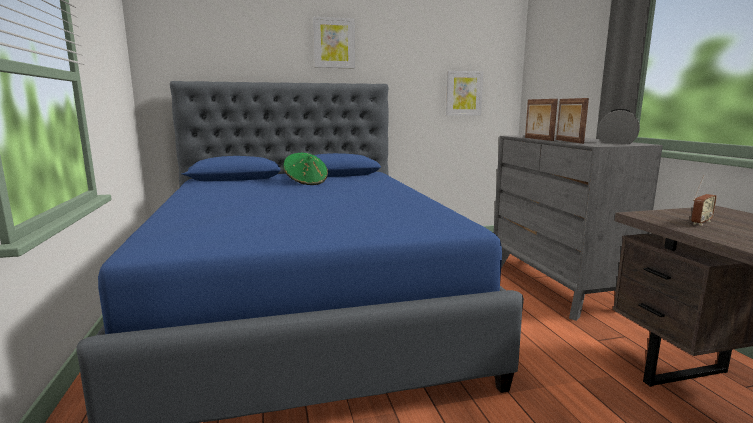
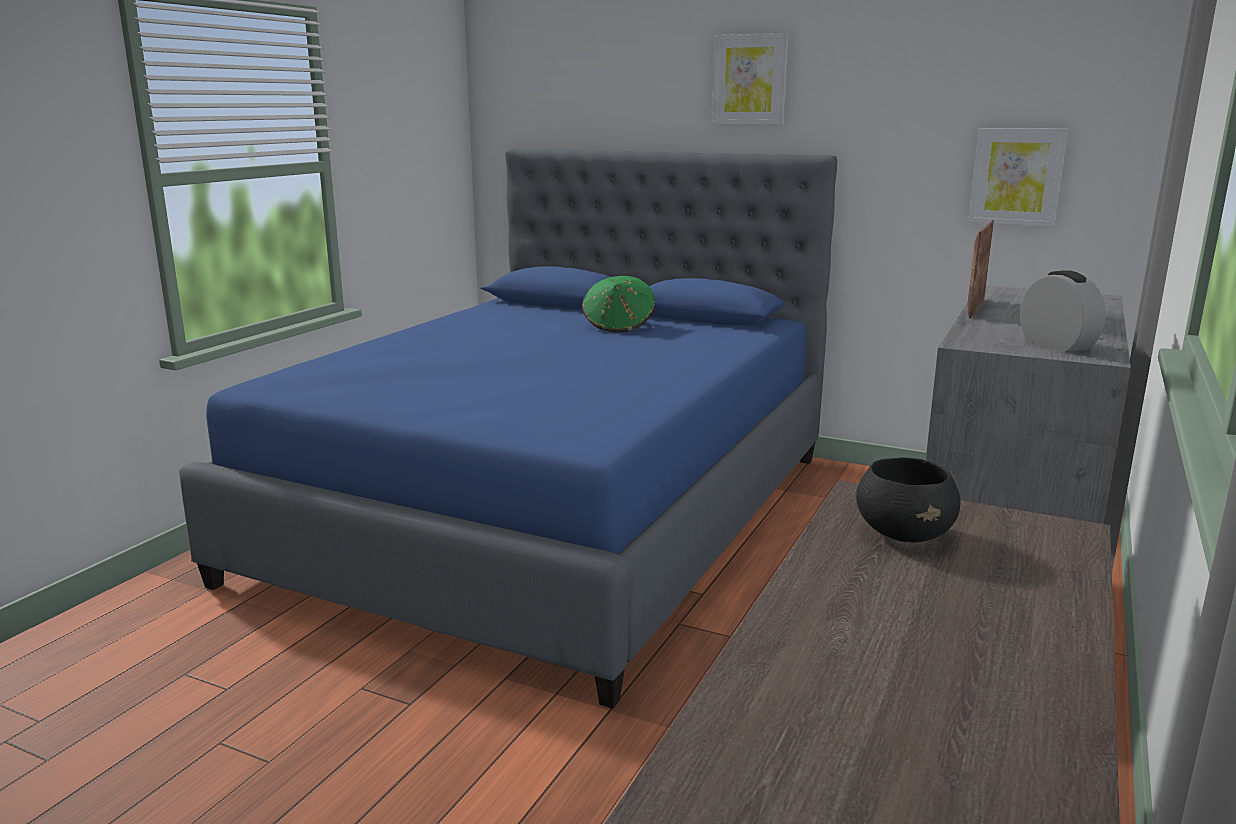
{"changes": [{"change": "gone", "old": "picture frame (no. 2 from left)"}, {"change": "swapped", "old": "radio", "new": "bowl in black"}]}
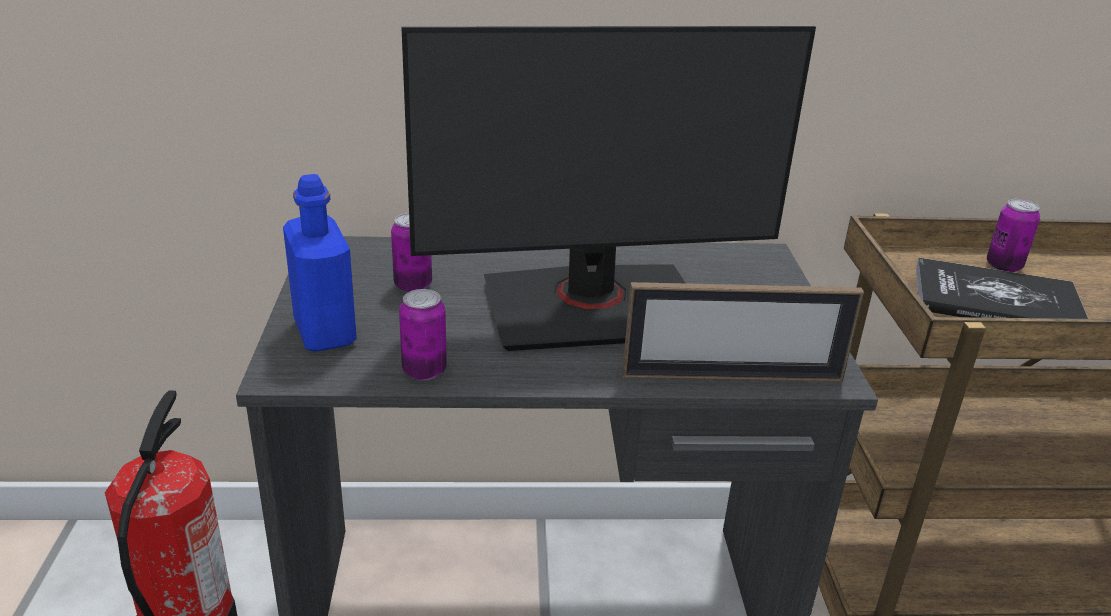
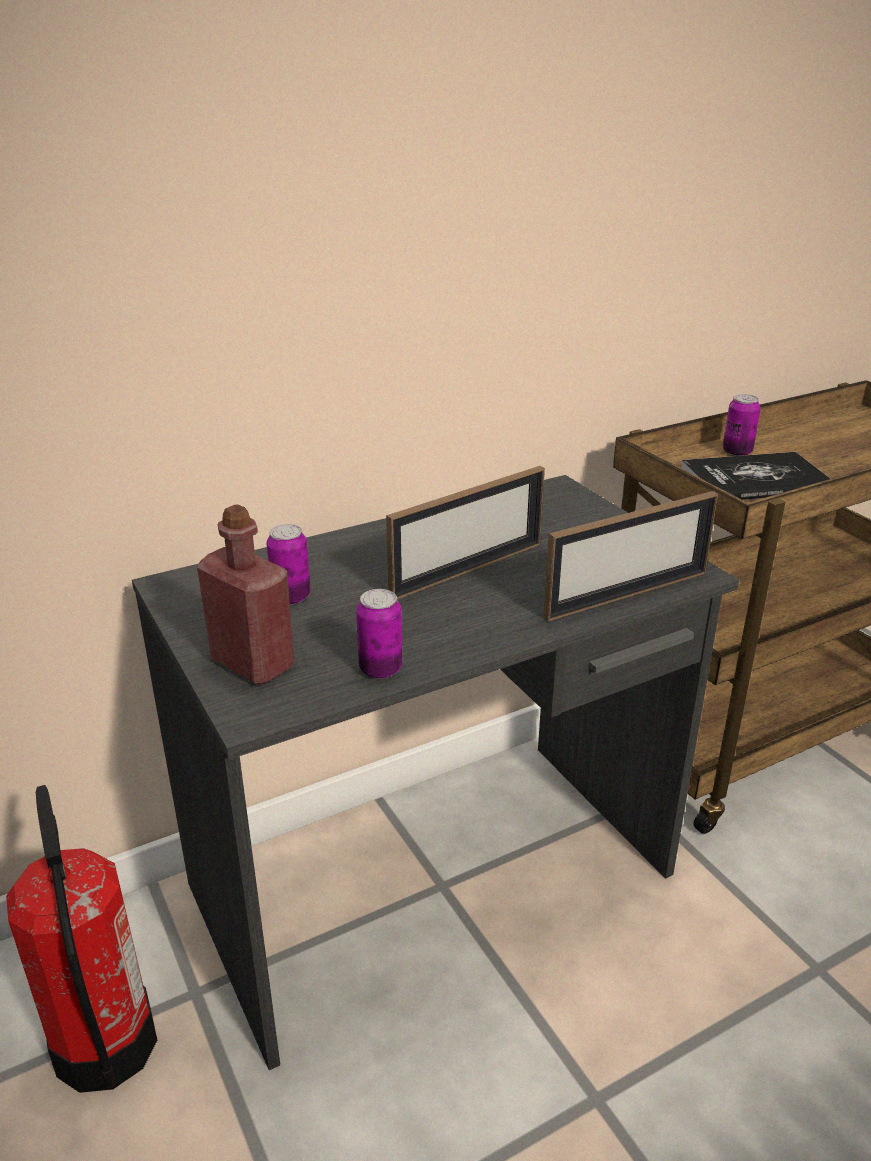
{"changes": [{"change": "swapped", "old": "monitor", "new": "picture frame (no. 1 from left)"}, {"change": "repainted", "old": "drink bottle in blue", "new": "drink bottle in red-coloured"}]}
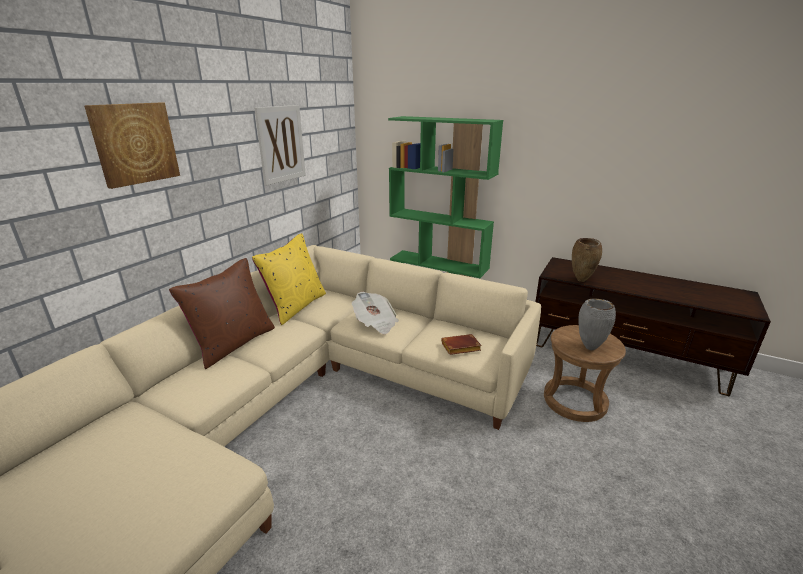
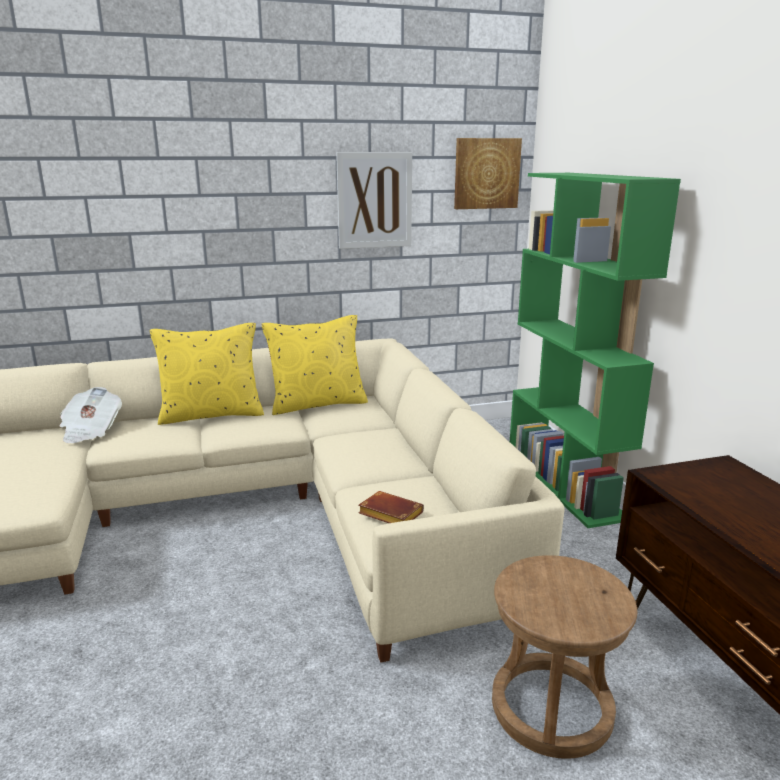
{"changes": [{"change": "shifted", "old": "wall art (no. 1 from left in the first image)", "new": "wall art (no. 2 from left)"}, {"change": "gone", "old": "flower vase in brown-coloured"}, {"change": "repainted", "old": "throw pillow in brown-coloured", "new": "throw pillow in yellow-coloured (no. 1 from left)"}, {"change": "shifted", "old": "daily paper"}, {"change": "gone", "old": "flower vase in greyish"}]}
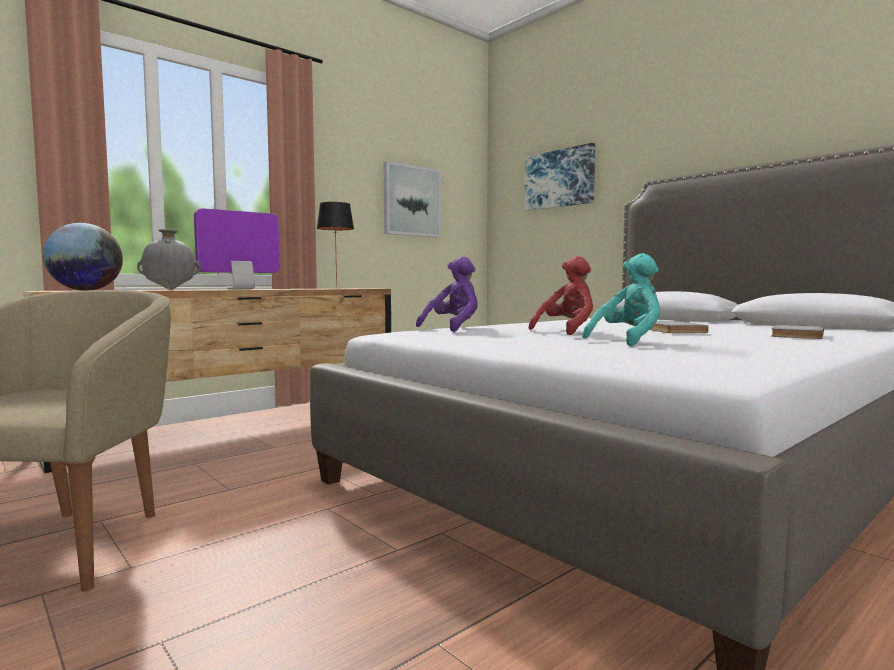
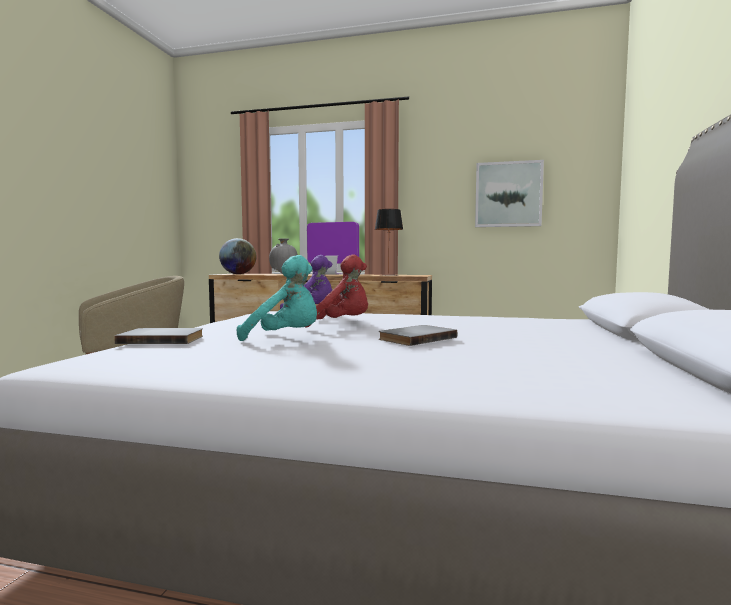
{"changes": [{"change": "gone", "old": "wall art (no. 2 from left)"}, {"change": "shifted", "old": "bound book in greyish (no. 2 from left in the first image)", "new": "bound book in greyish (no. 1 from left)"}]}
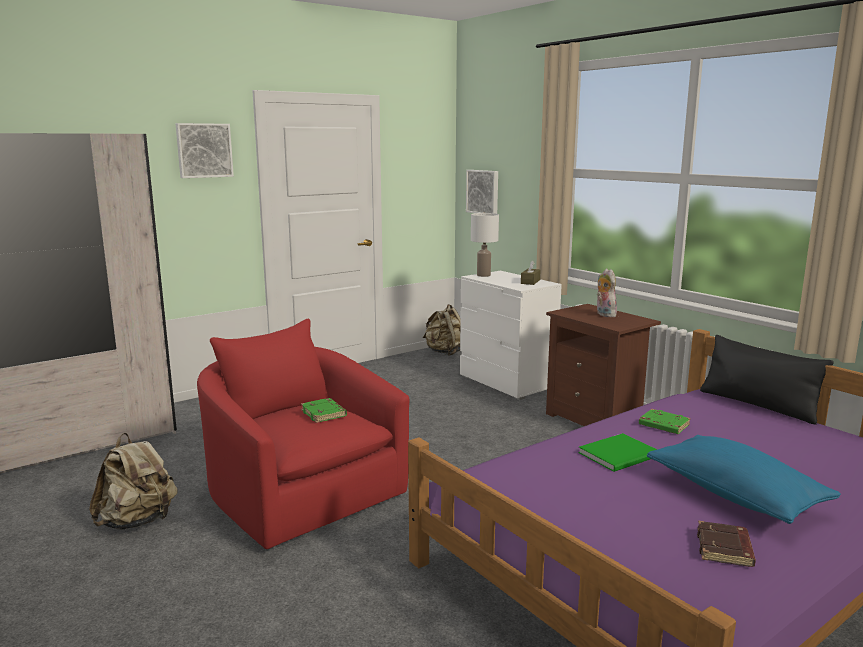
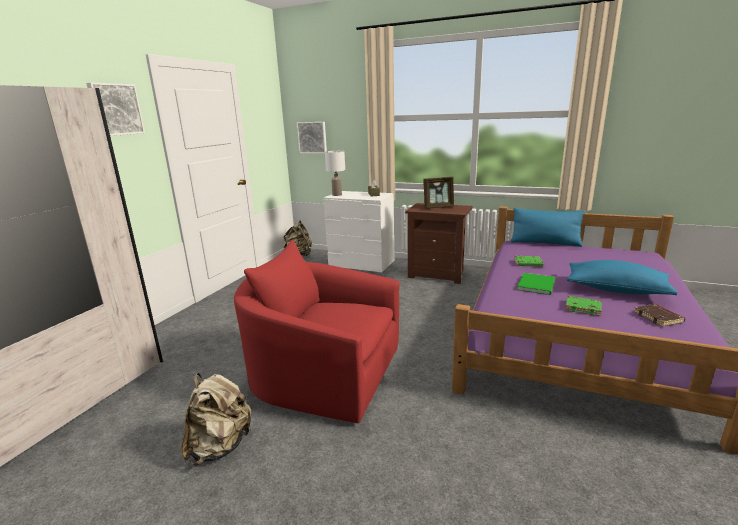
{"changes": [{"change": "swapped", "old": "plush toy", "new": "picture frame"}, {"change": "repainted", "old": "throw pillow in black", "new": "throw pillow in blue (no. 1 from left)"}, {"change": "shifted", "old": "bound book in green (no. 1 from left in the first image)", "new": "bound book in green (no. 3 from left)"}]}
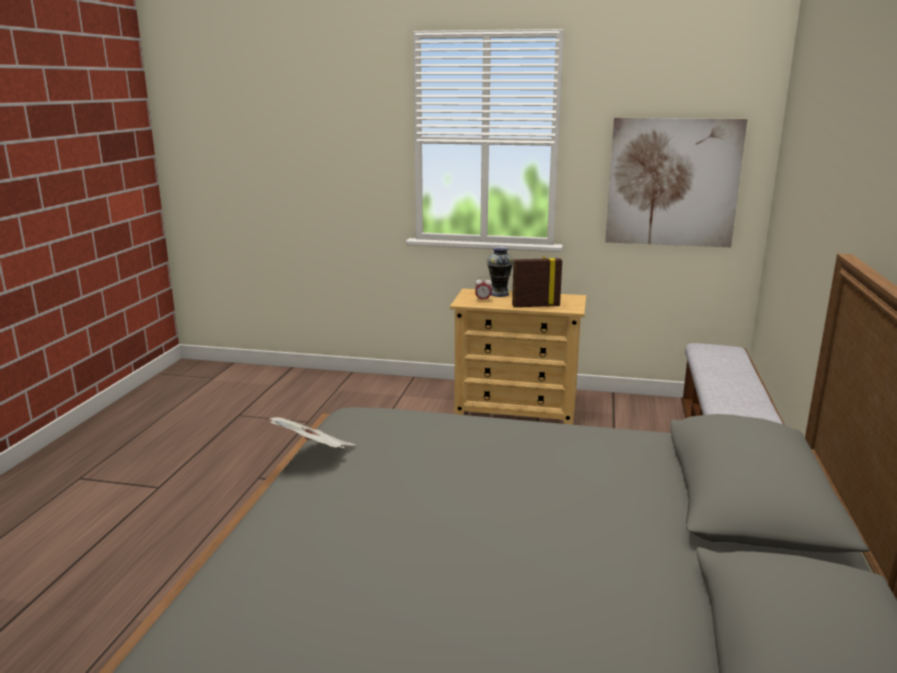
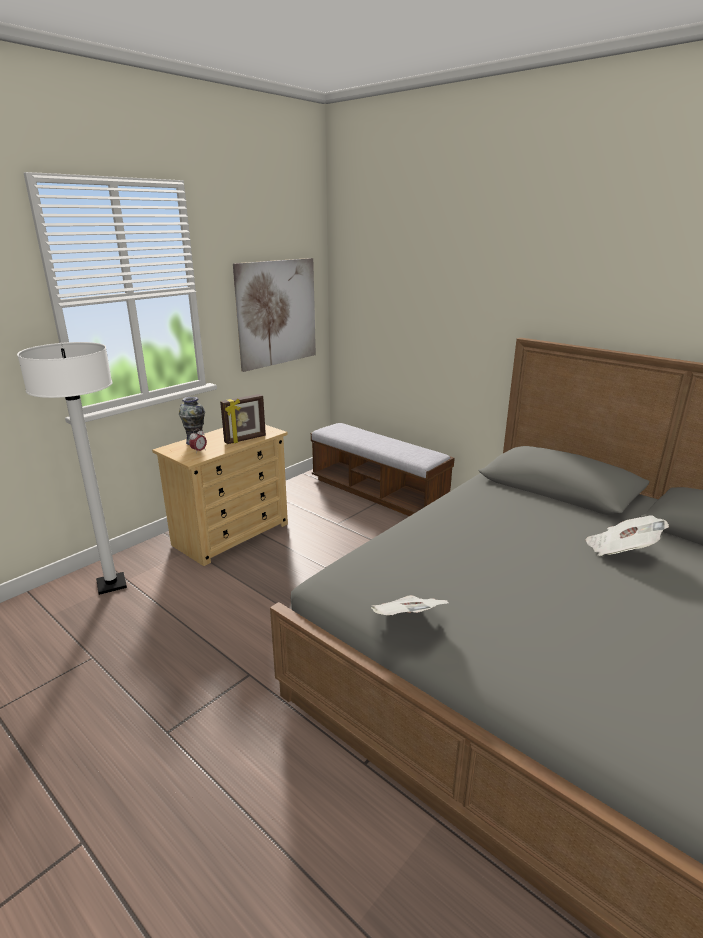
{"changes": [{"change": "rotated", "old": "picture frame", "degrees": -150}, {"change": "new", "new": "standard lamp in white-coloured"}, {"change": "new", "new": "daily paper (no. 2 from left)"}]}
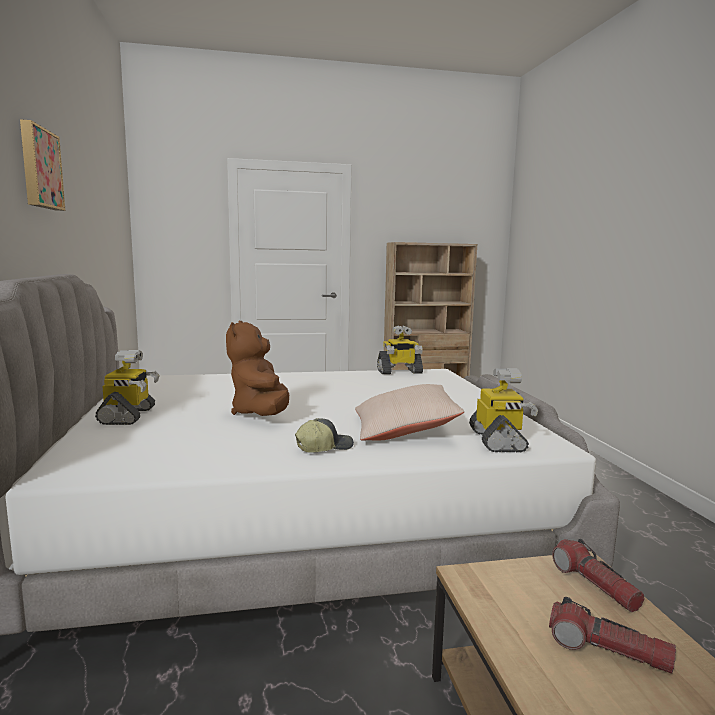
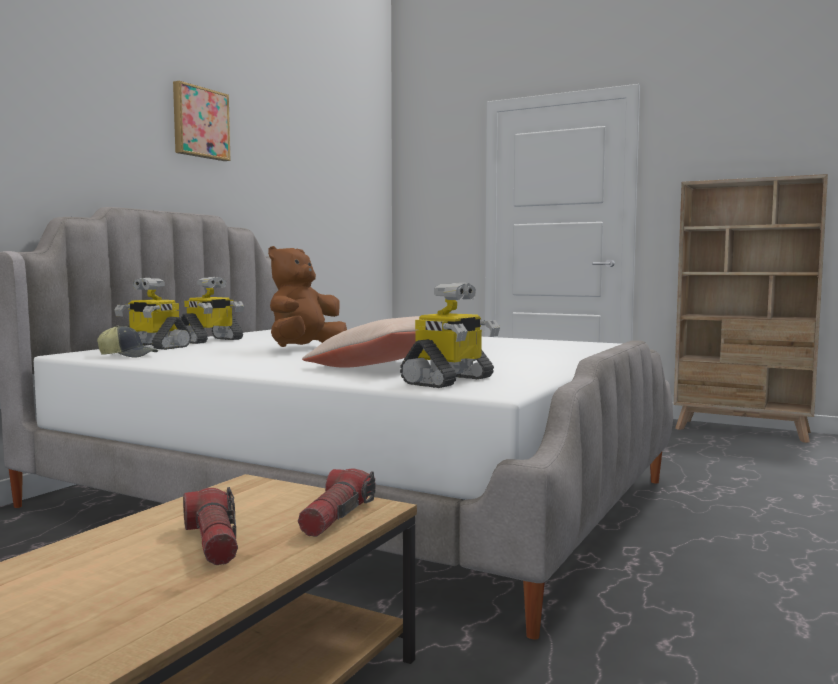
{"changes": [{"change": "shifted", "old": "robot figure (no. 2 from left in the first image)", "new": "robot figure (no. 1 from left)"}, {"change": "shifted", "old": "peaked cap"}]}
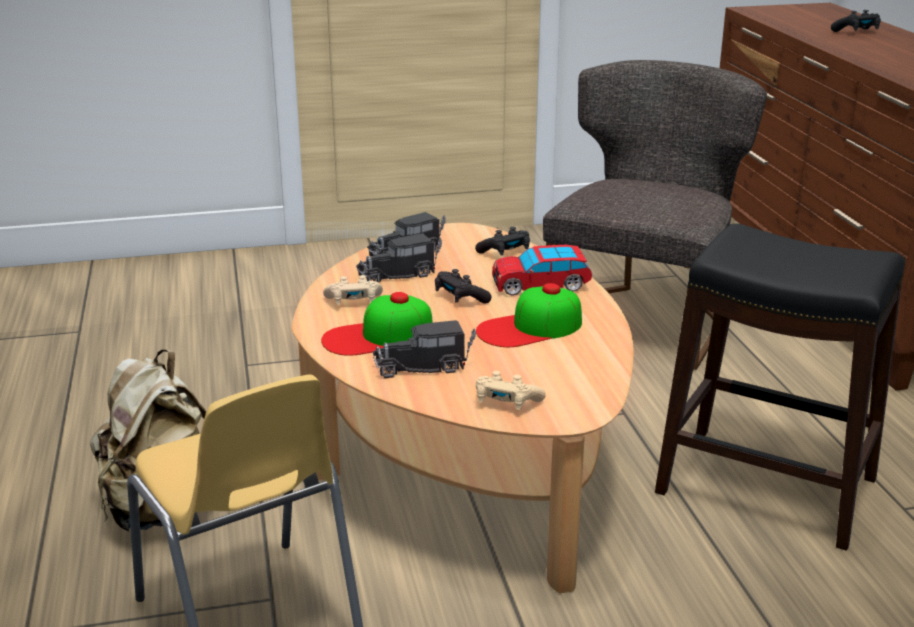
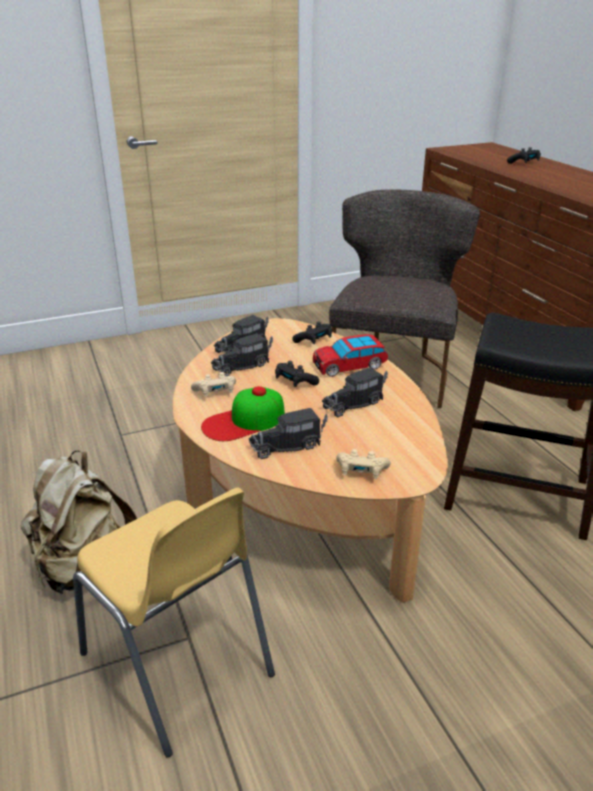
{"changes": [{"change": "swapped", "old": "peaked cap (no. 2 from left)", "new": "model truck (no. 4 from left)"}]}
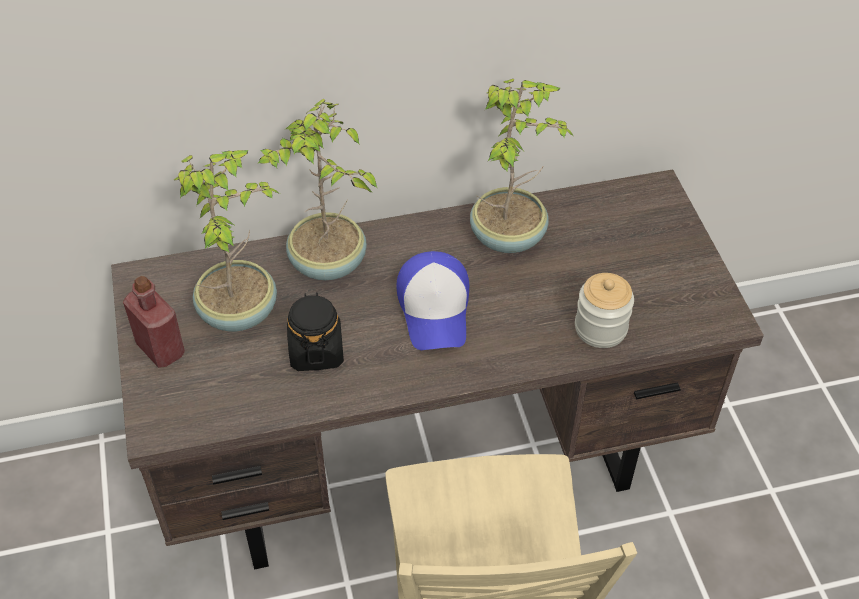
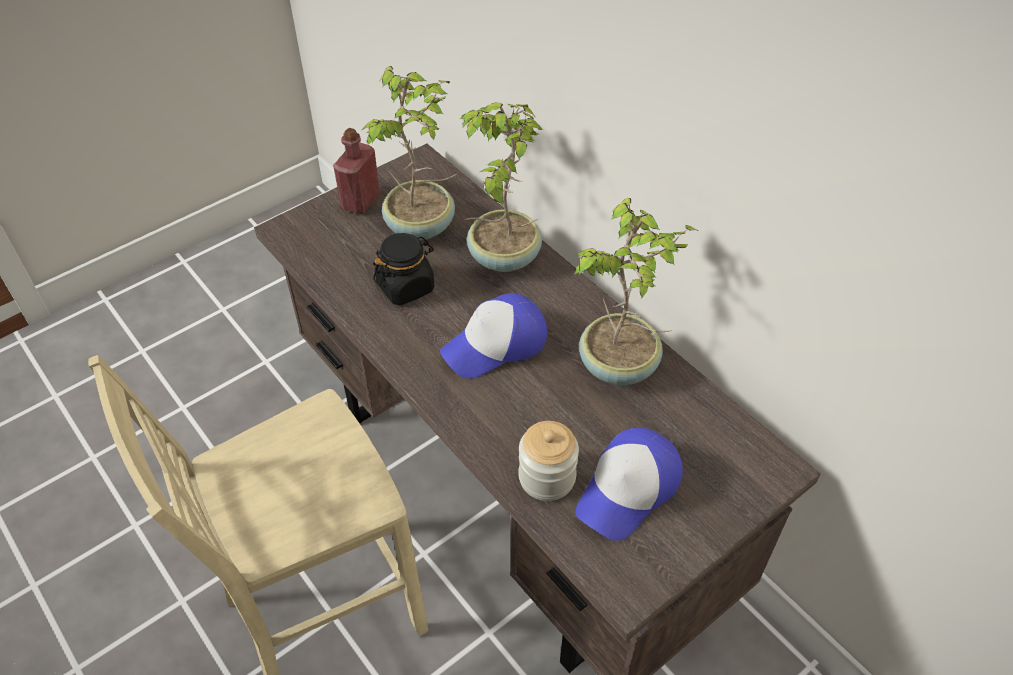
{"changes": [{"change": "new", "new": "peaked cap (no. 2 from left)"}]}
